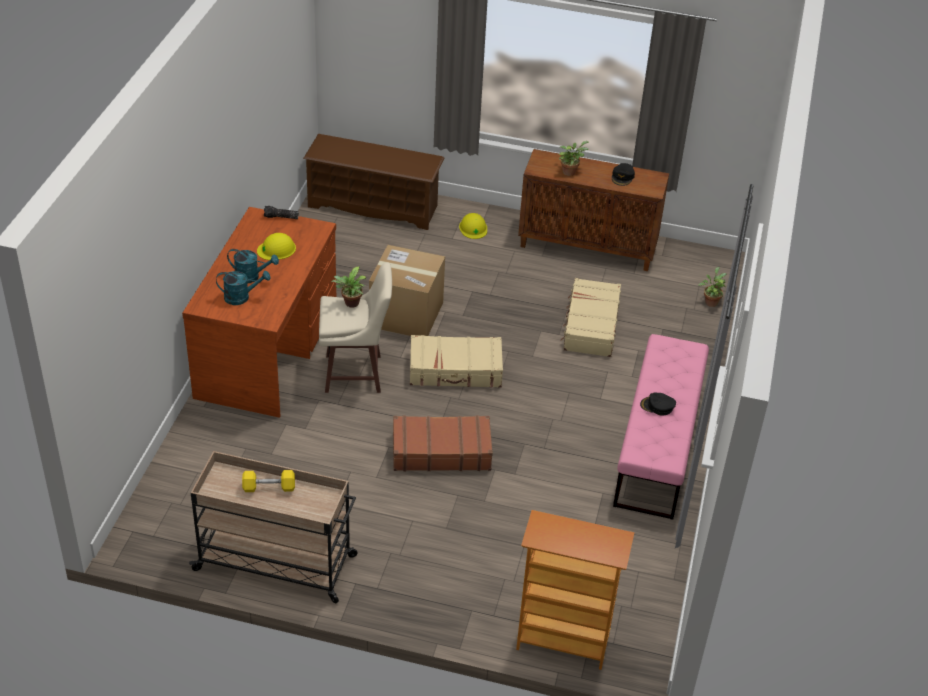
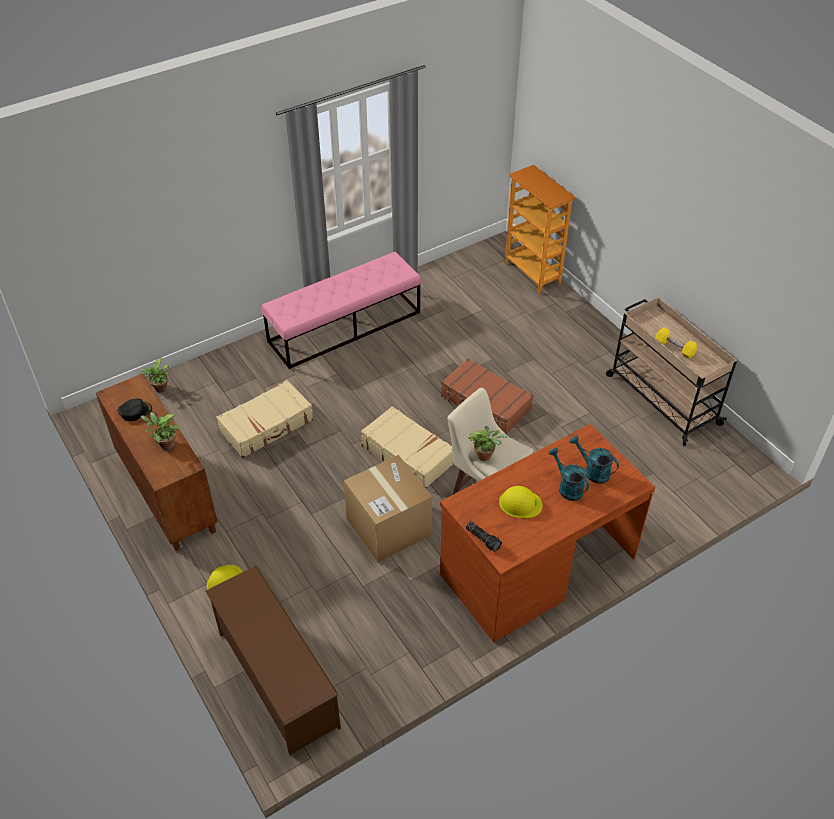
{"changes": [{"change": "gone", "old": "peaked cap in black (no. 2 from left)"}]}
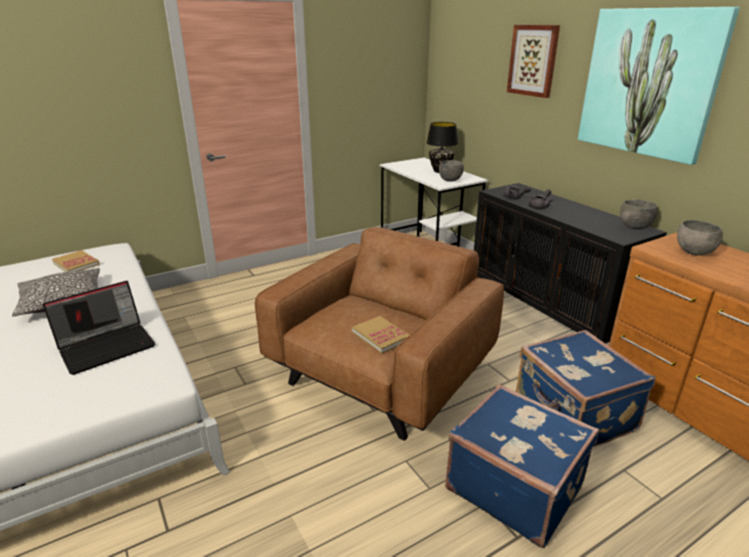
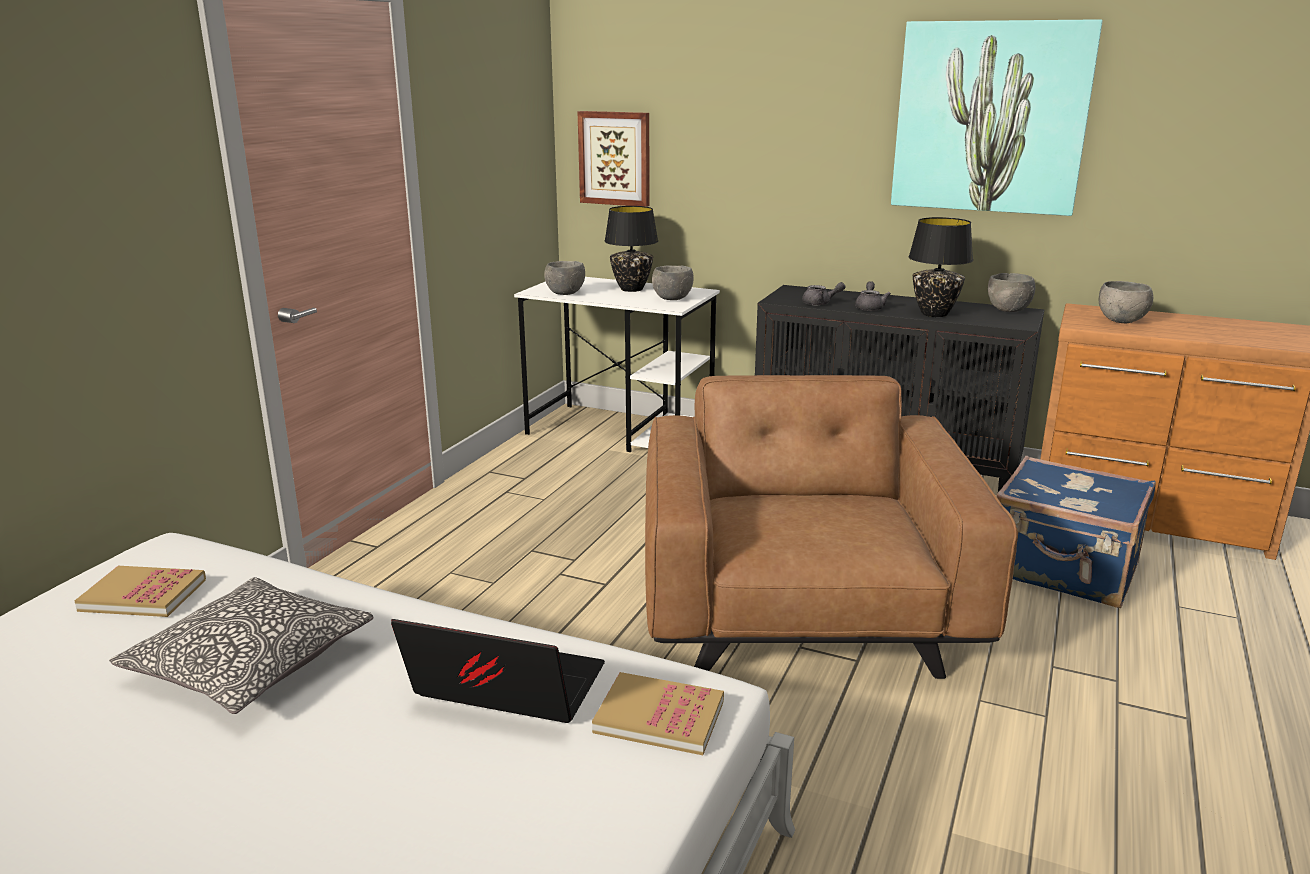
{"changes": [{"change": "shifted", "old": "wall art (no. 1 from left)"}, {"change": "rotated", "old": "laptop", "degrees": -90}, {"change": "shifted", "old": "bound book (no. 2 from left)"}, {"change": "gone", "old": "piece of luggage in blue (no. 1 from left)"}, {"change": "new", "new": "table lamp in black (no. 2 from left)"}, {"change": "new", "new": "bowl in greyish (no. 1 from left)"}]}
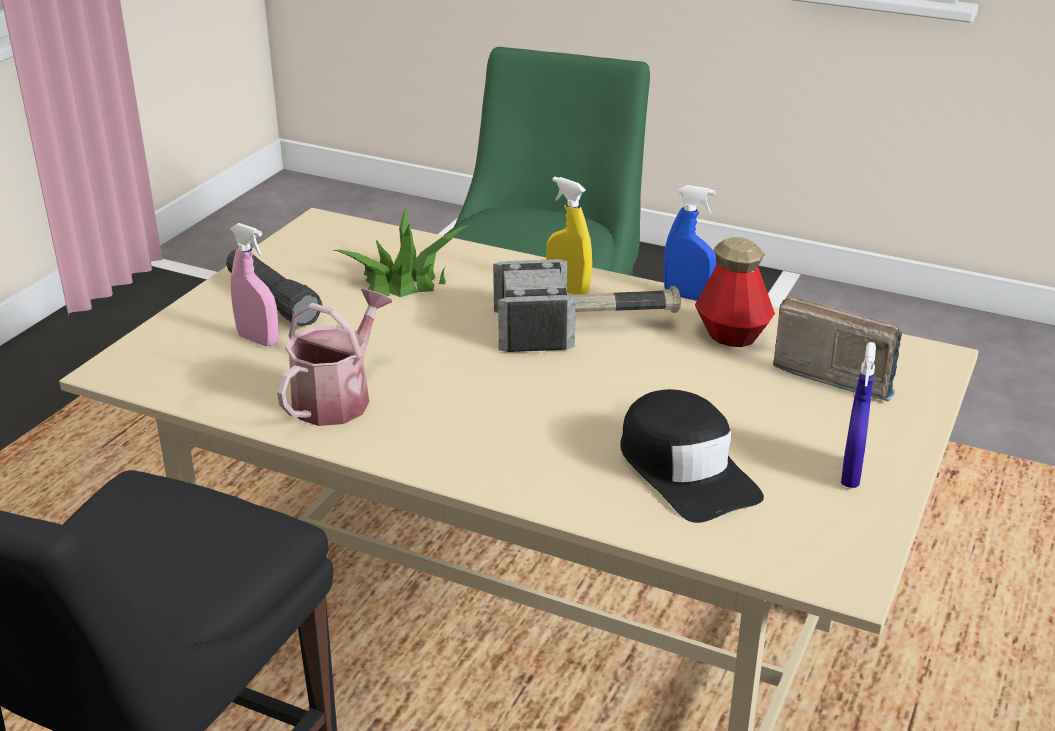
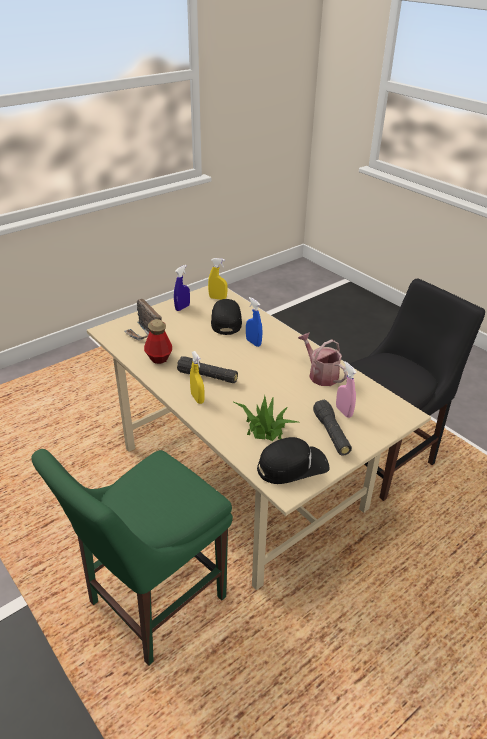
{"changes": [{"change": "shifted", "old": "sprayer in blue (no. 1 from left in the first image)", "new": "sprayer in blue (no. 2 from left)"}, {"change": "swapped", "old": "tool hammer", "new": "flashlight in black (no. 1 from left)"}, {"change": "rotated", "old": "watering pot", "degrees": 90}, {"change": "new", "new": "sprayer in yellow-coloured (no. 2 from left)"}, {"change": "new", "new": "peaked cap in black (no. 2 from left)"}]}
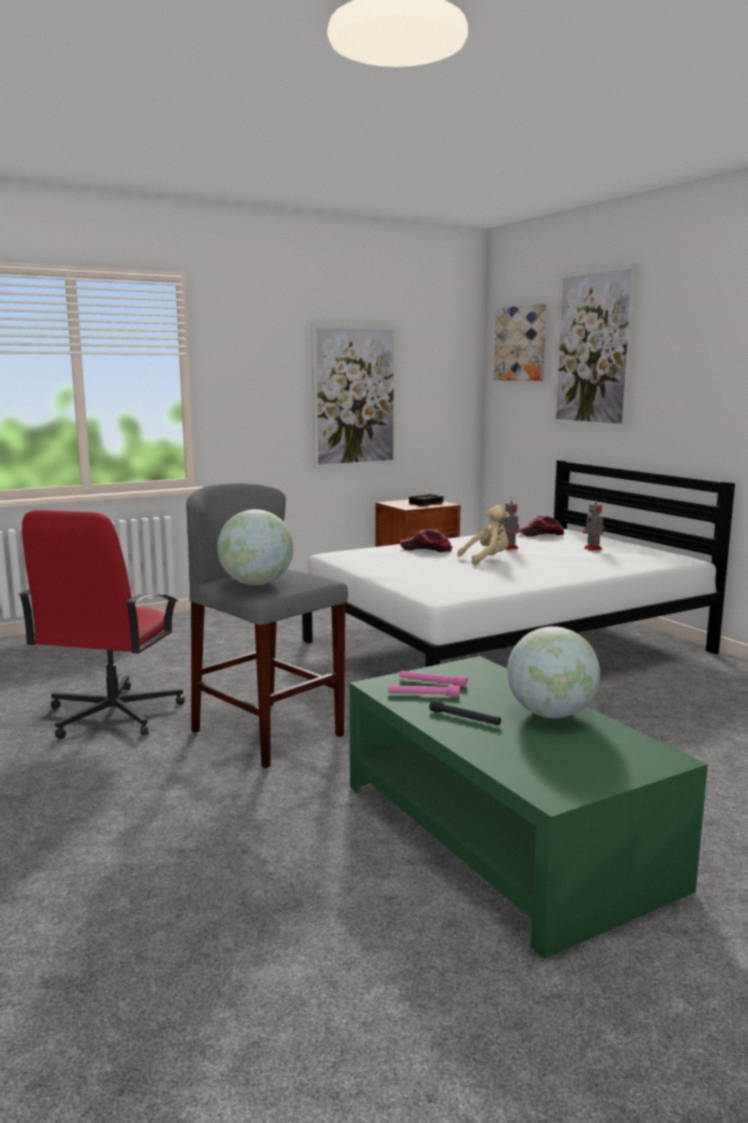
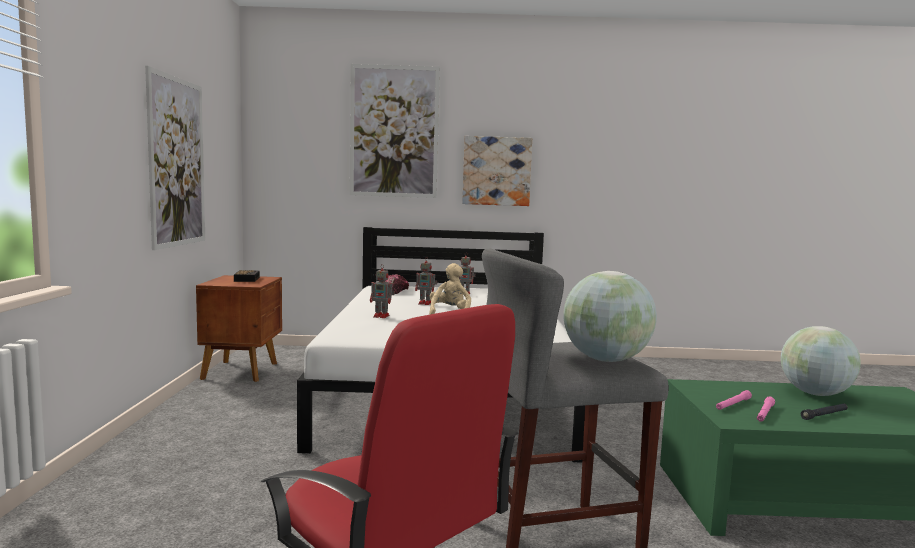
{"changes": [{"change": "shifted", "old": "wall art (no. 2 from left in the first image)", "new": "wall art (no. 3 from left)"}, {"change": "swapped", "old": "peaked cap (no. 1 from left)", "new": "robot figure (no. 1 from left)"}]}
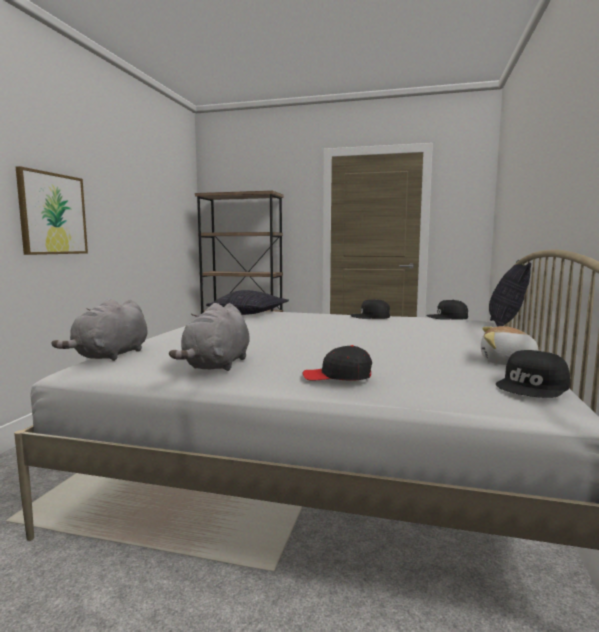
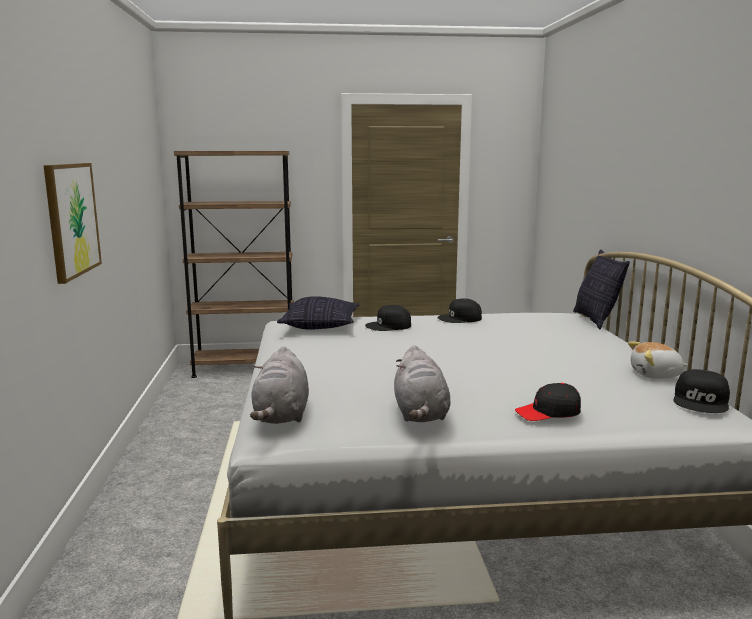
{"changes": [{"change": "shifted", "old": "peaked cap in black (no. 3 from left in the first image)", "new": "peaked cap in black (no. 1 from left)"}]}
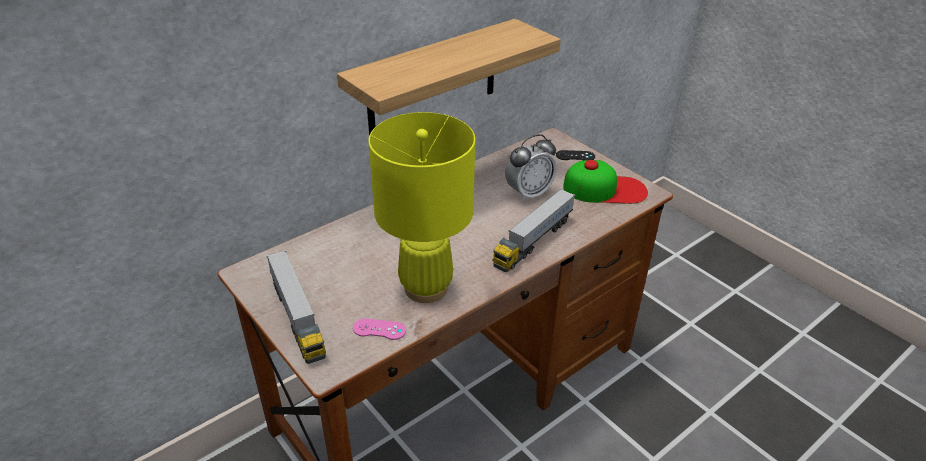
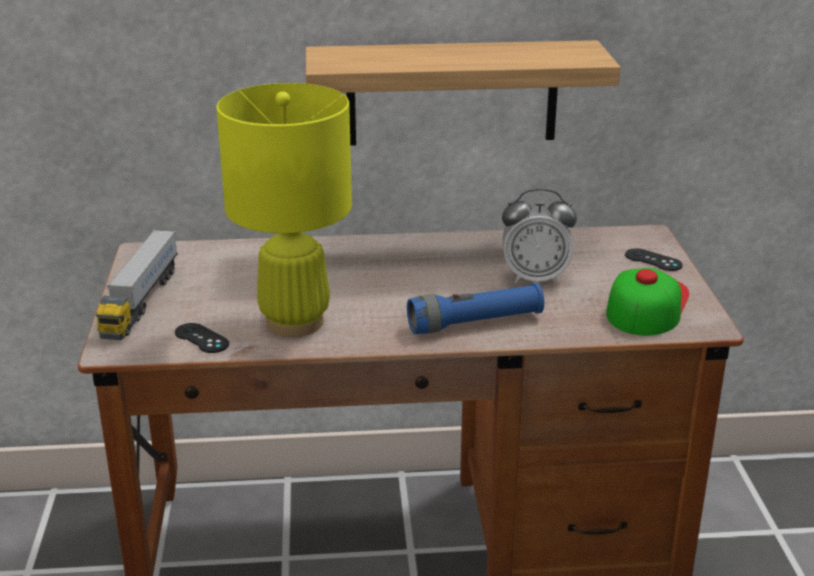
{"changes": [{"change": "rotated", "old": "peaked cap", "degrees": -105}, {"change": "swapped", "old": "model truck (no. 2 from left)", "new": "flashlight in blue"}, {"change": "repainted", "old": "game controller in pink-coloured", "new": "game controller in black (no. 1 from left)"}]}
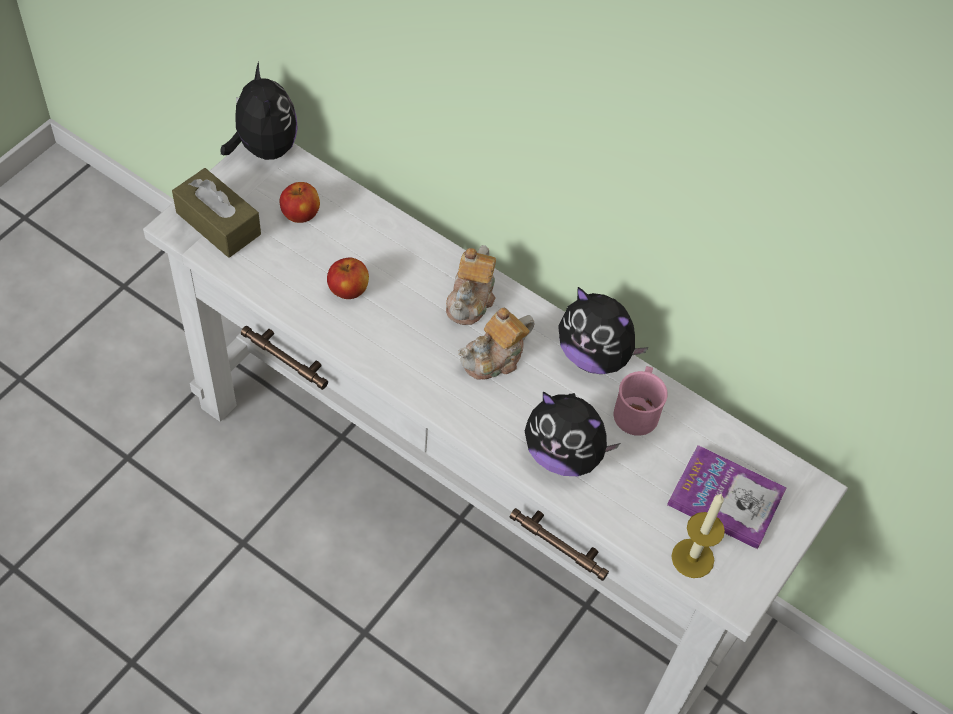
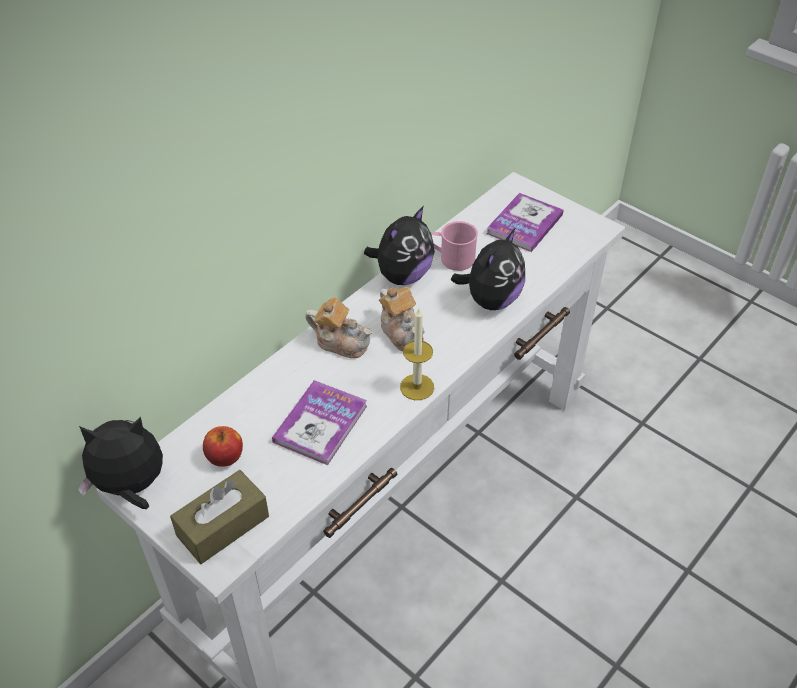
{"changes": [{"change": "swapped", "old": "apple (no. 2 from left)", "new": "bound book (no. 1 from left)"}, {"change": "shifted", "old": "wax candle"}]}
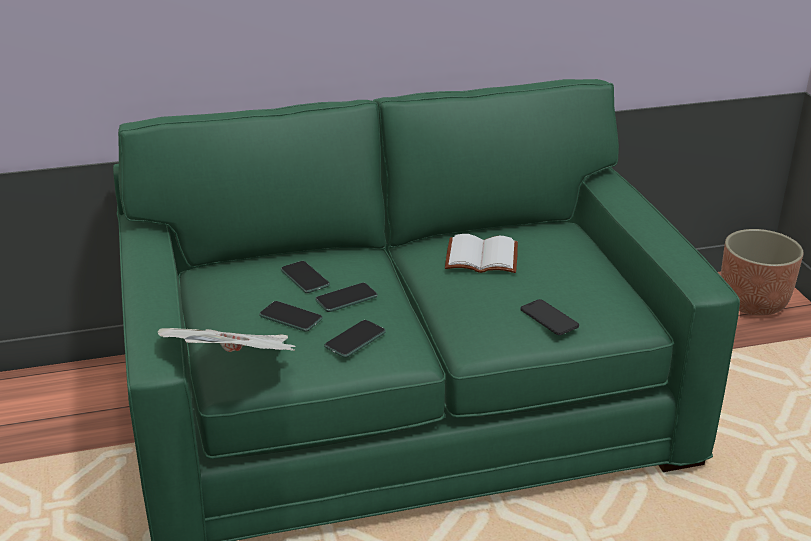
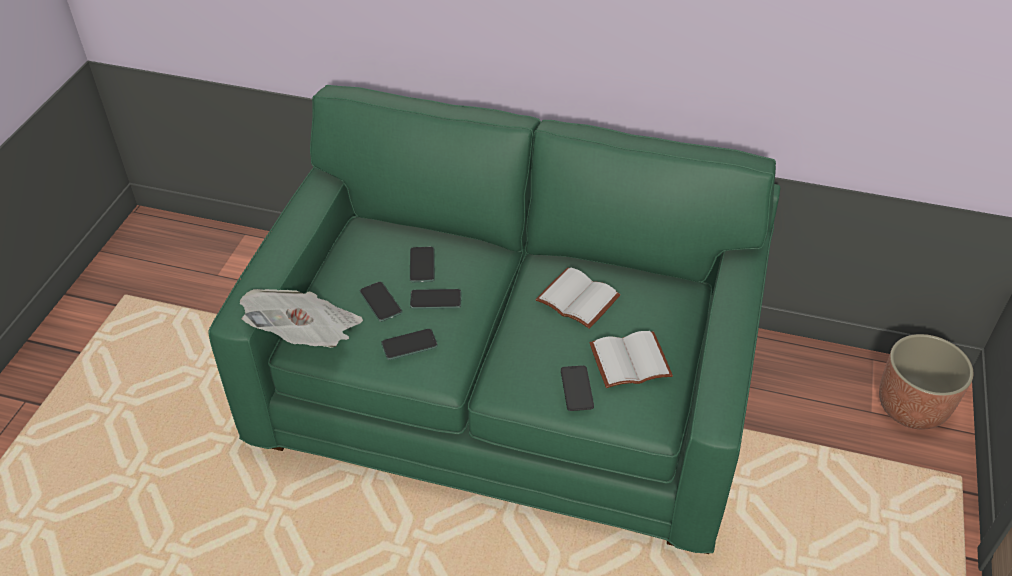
{"changes": [{"change": "new", "new": "bound book in white-coloured (no. 2 from left)"}]}
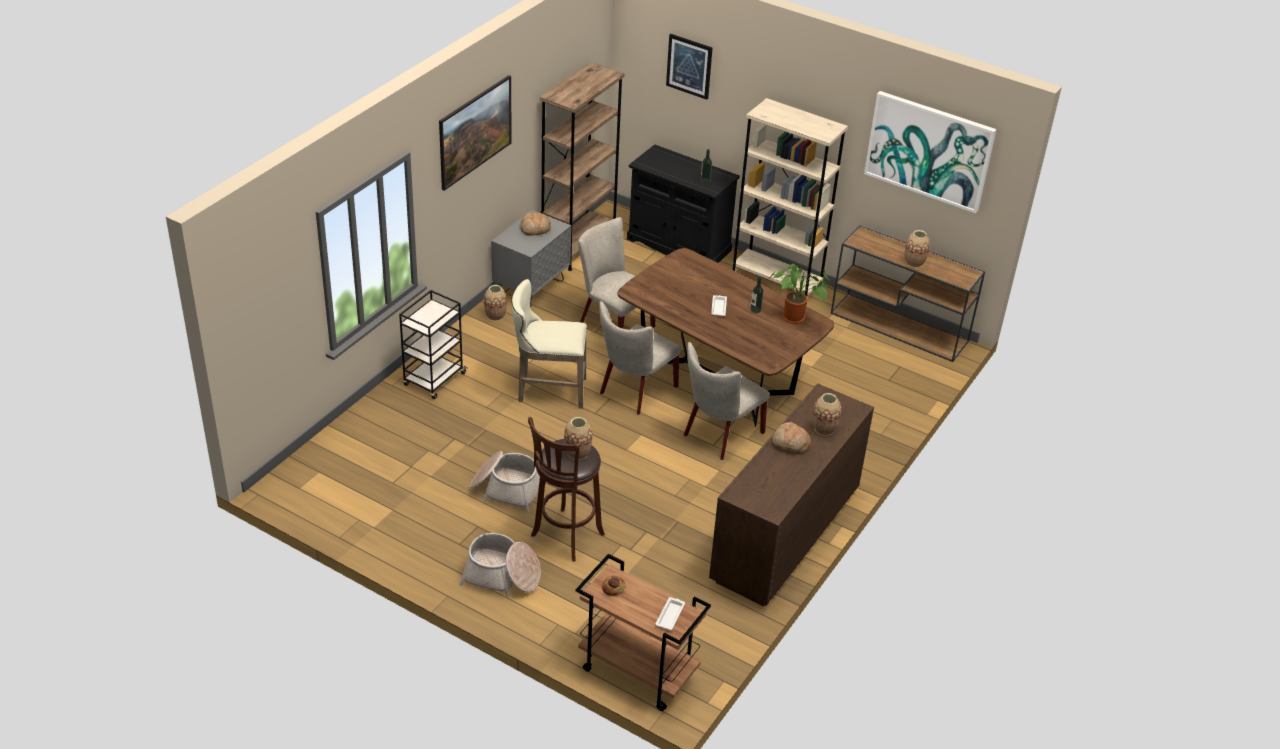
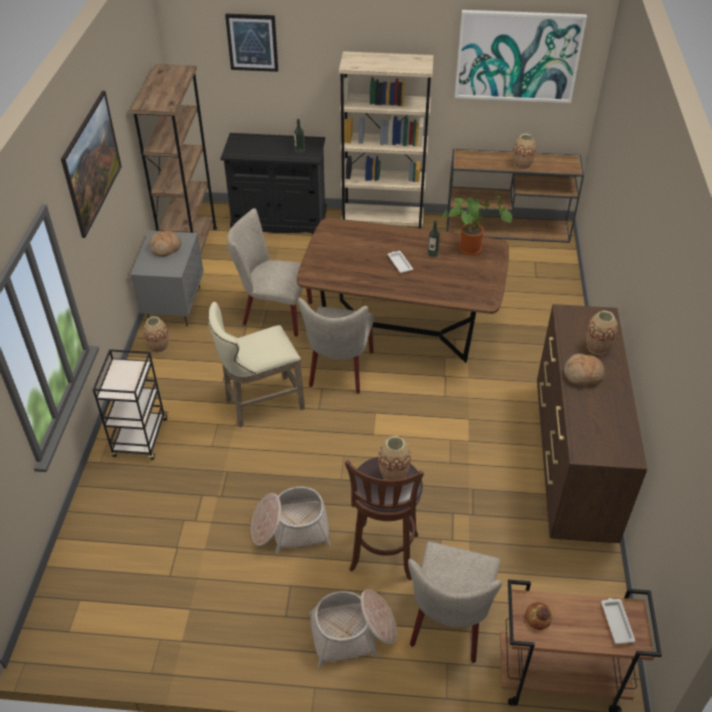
{"changes": [{"change": "shifted", "old": "plain chair in sand-coloured (no. 3 from left)"}]}
